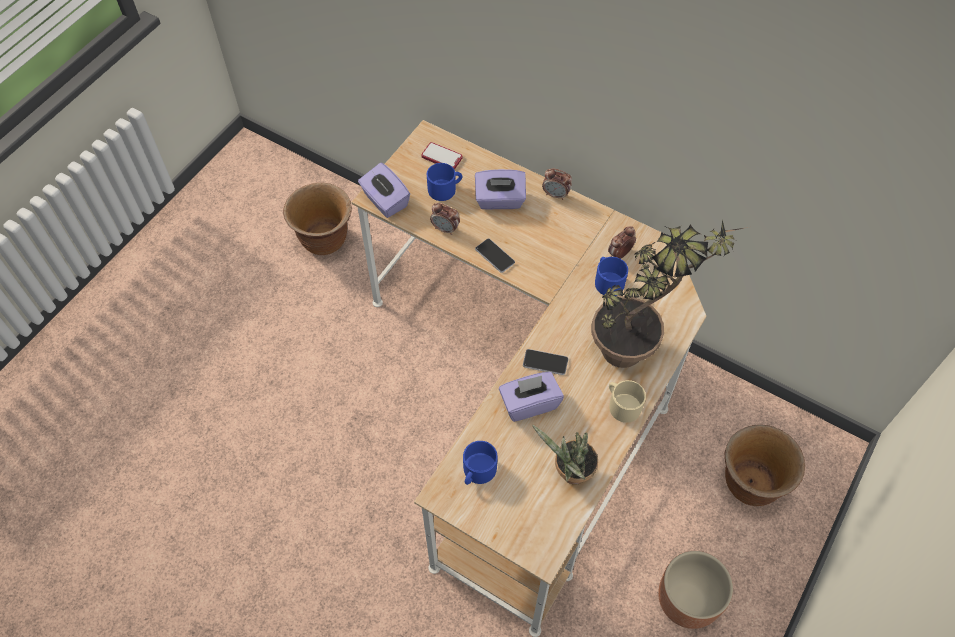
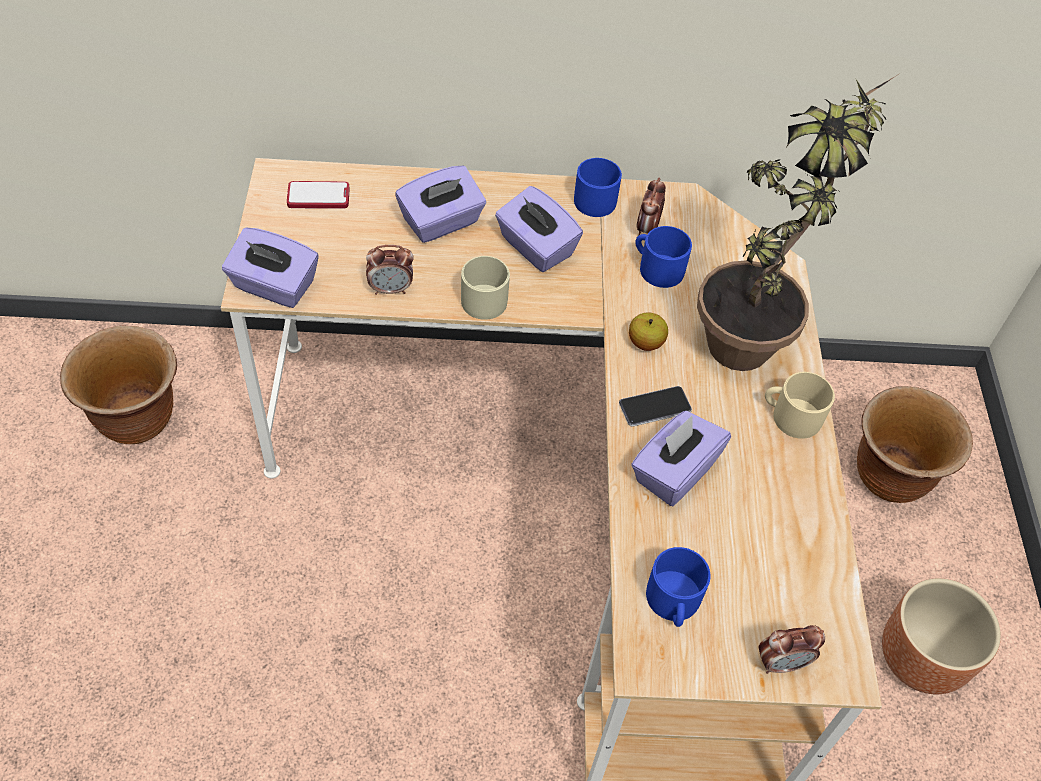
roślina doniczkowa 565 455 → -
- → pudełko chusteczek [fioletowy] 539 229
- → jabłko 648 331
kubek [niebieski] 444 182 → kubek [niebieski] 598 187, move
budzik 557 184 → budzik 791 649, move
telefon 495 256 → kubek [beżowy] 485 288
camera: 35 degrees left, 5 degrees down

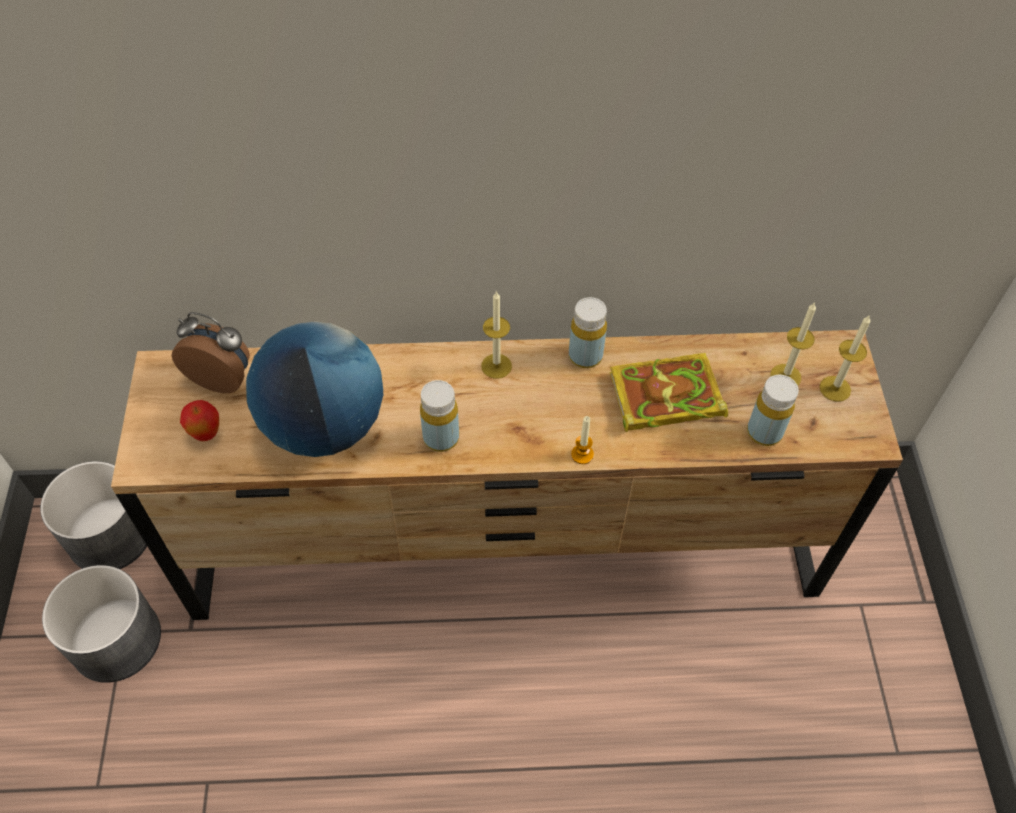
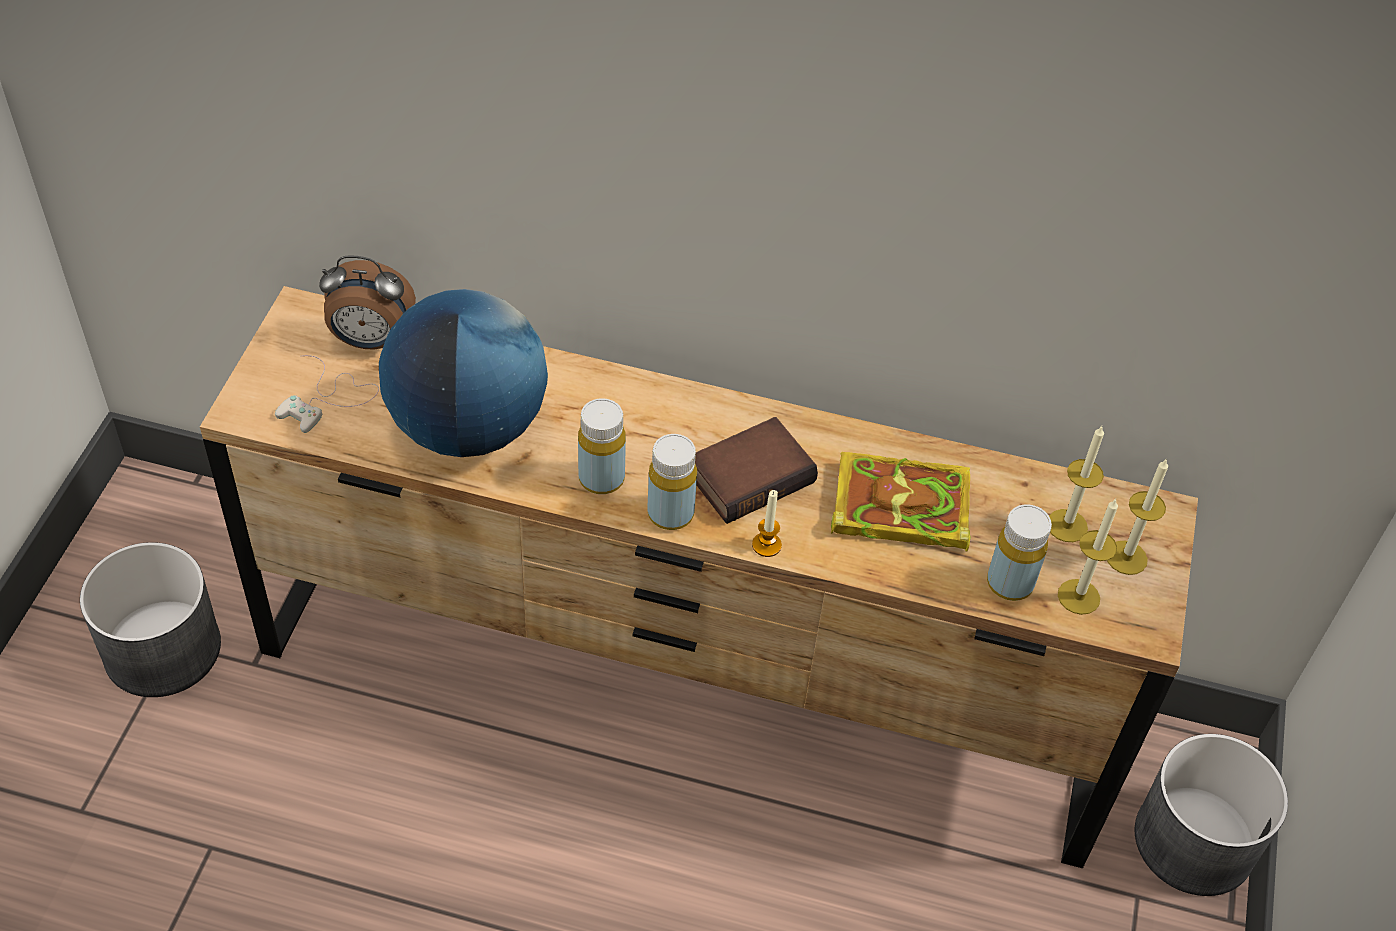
- → książka 756 470
donica [szary] 93 515 → donica [szary] 1211 815, move
świeca 496 335 → świeca 1088 557, move
butelka [żółty] 588 332 → butelka [żółty] 672 482, move
jabłko 199 420 → pad do gier [biały] 327 394
budzik 210 352 → budzik 367 302, 150 degrees clockwise
camera: 15 degrees right, 5 degrees down

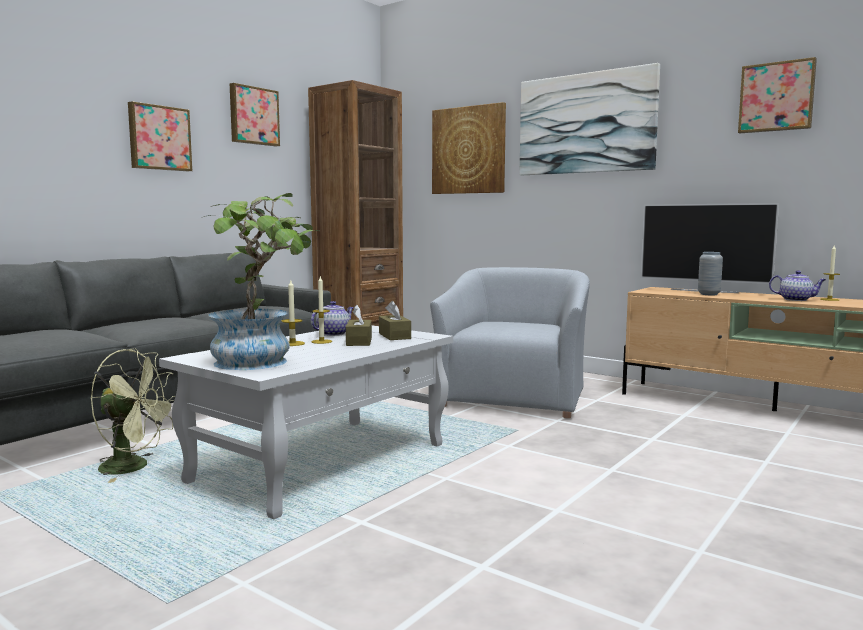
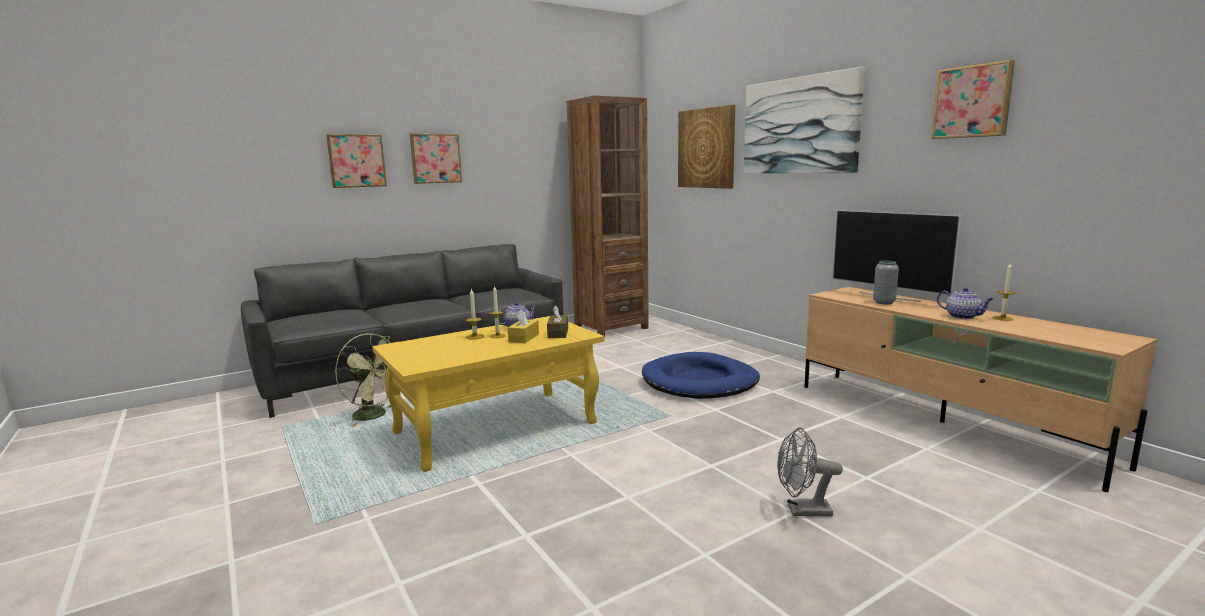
roślina doniczkowa 260 281 → -
- → wentylator [szary] 810 472
obraz 255 114 → obraz 356 161, move
fotel [szary] 510 342 → legowisko [niebieski] 701 375
ława [biały] 306 422 → ława [żółty] 488 394
pudełko chusteczek [brązowy] 359 325 → pudełko chusteczek [żółty] 523 326
camera: 20 degrees right, 5 degrees up

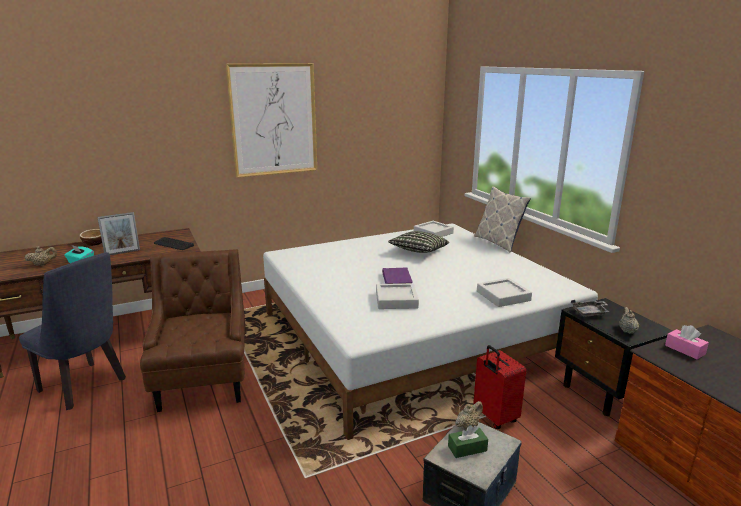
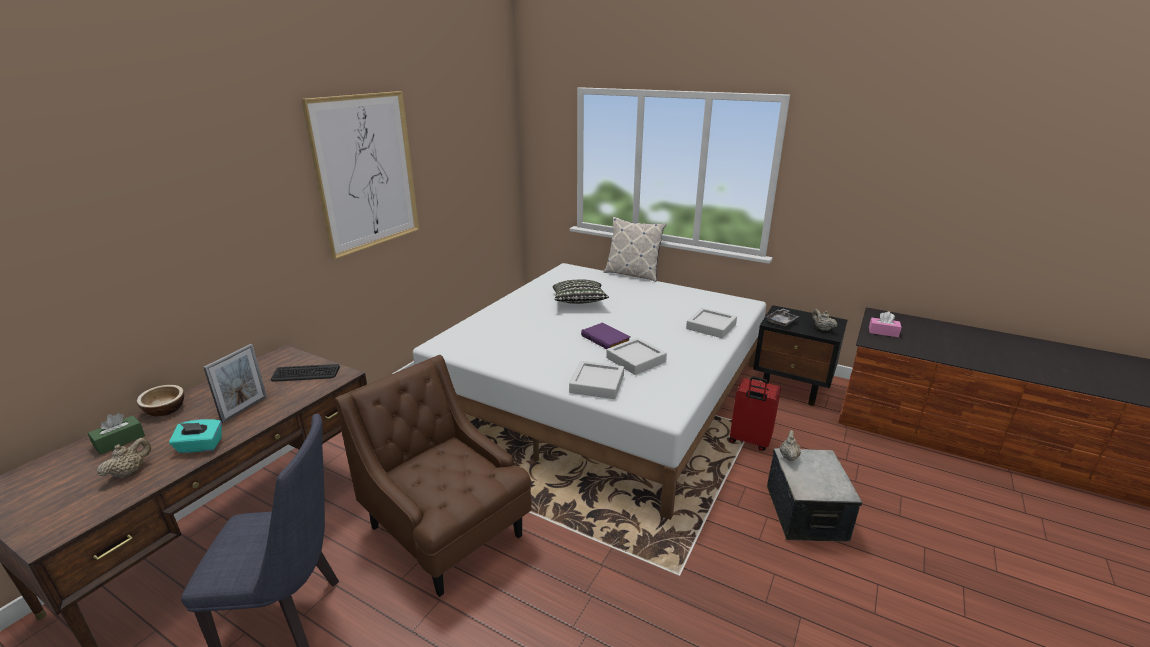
taca [szary] 434 229 → taca [szary] 596 380, move
pudełko chusteczek [zielony] 468 441 → pudełko chusteczek [zielony] 116 434, move
camera: 35 degrees left, 5 degrees up

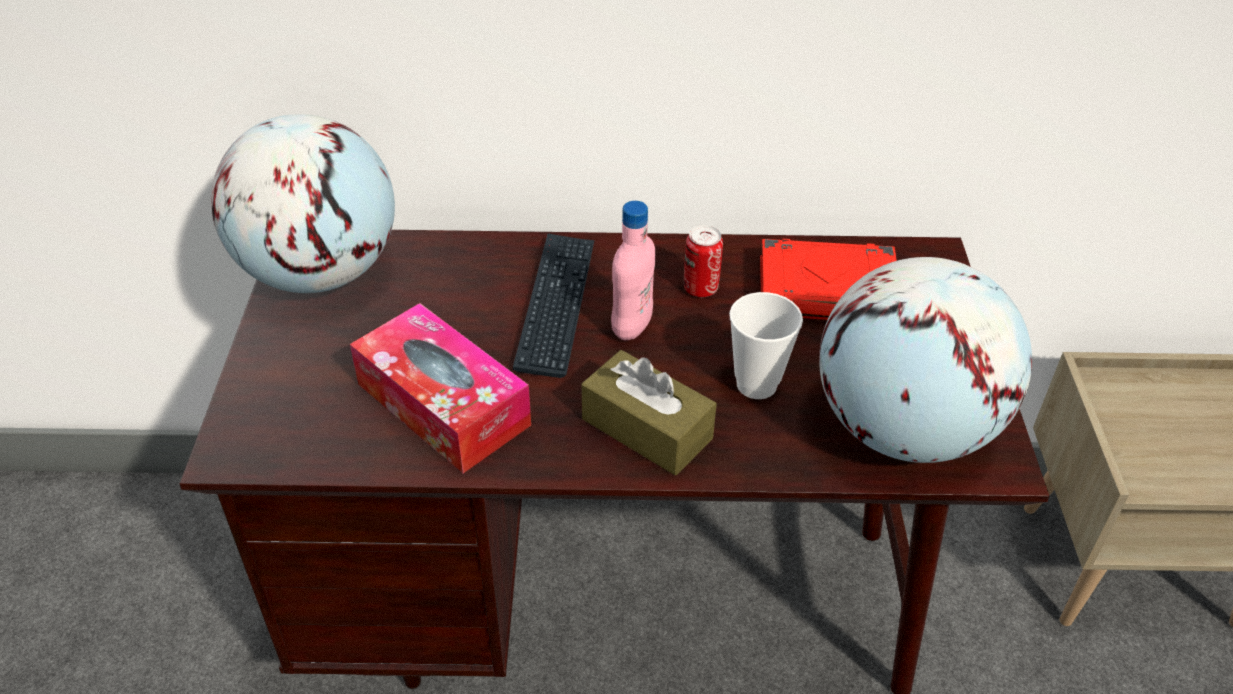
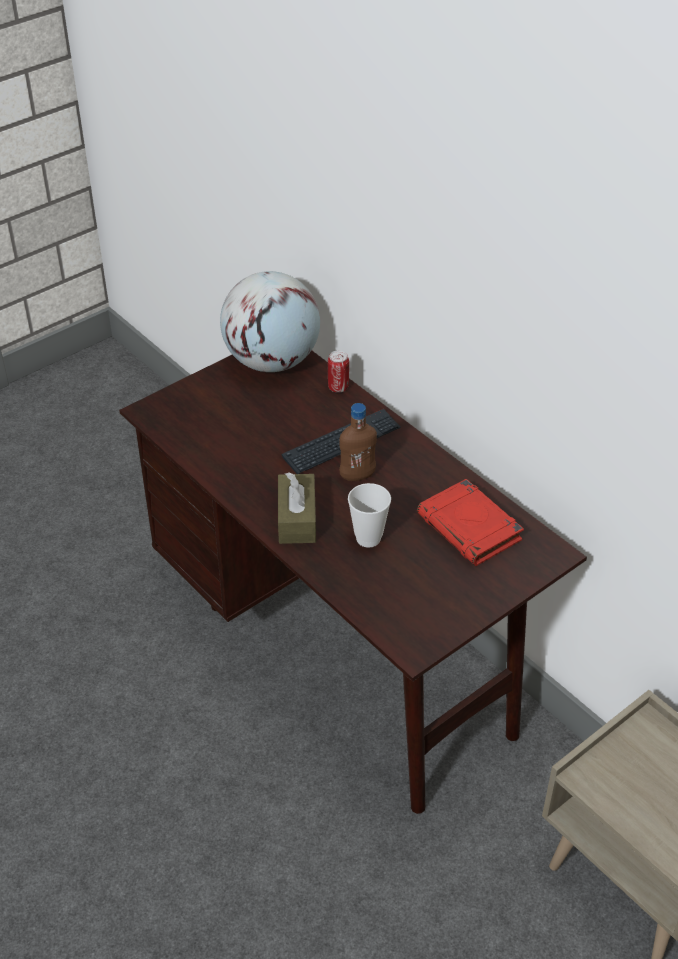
pudełko chusteczek 440 388 → -
globus 925 360 → -
puszka 703 261 → puszka 338 371, move
butelka [różowy] 633 270 → butelka [brązowy] 358 442
camera: 50 degrees right, 0 degrees up

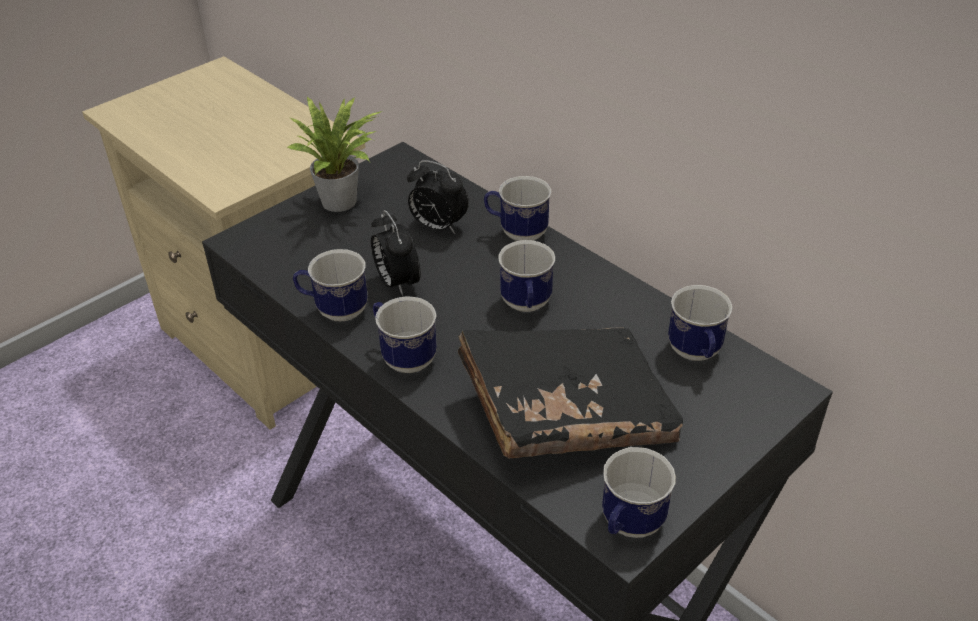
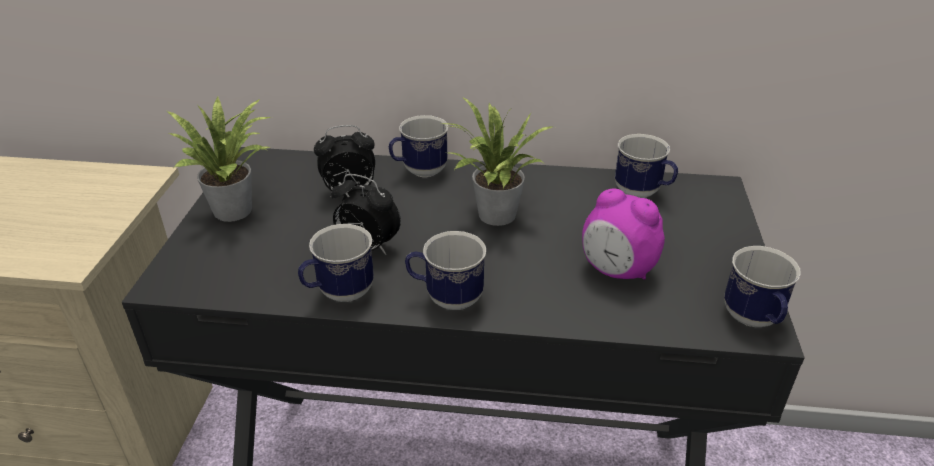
książka [czarny] 570 393 → budzik 623 234
kubek 526 276 → roślina doniczkowa 497 161
camera: 40 degrees left, 5 degrees down

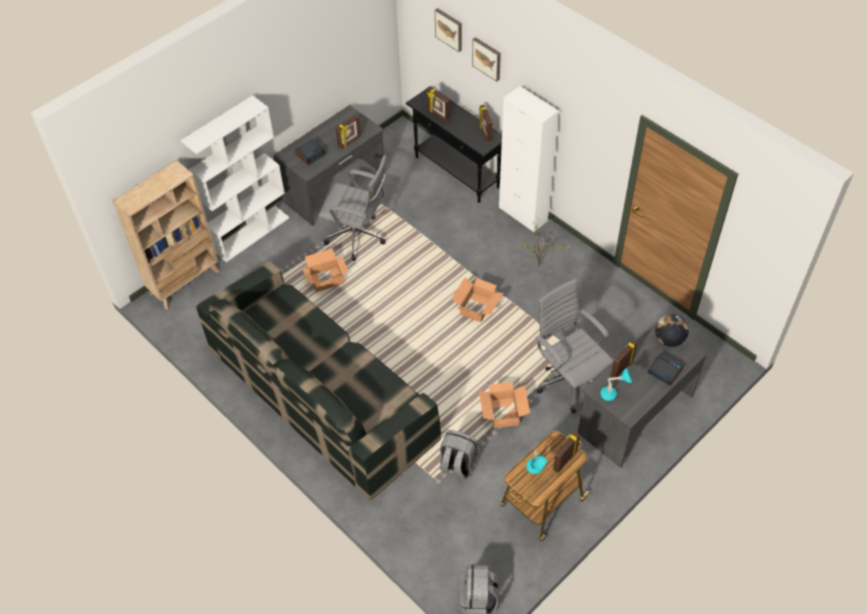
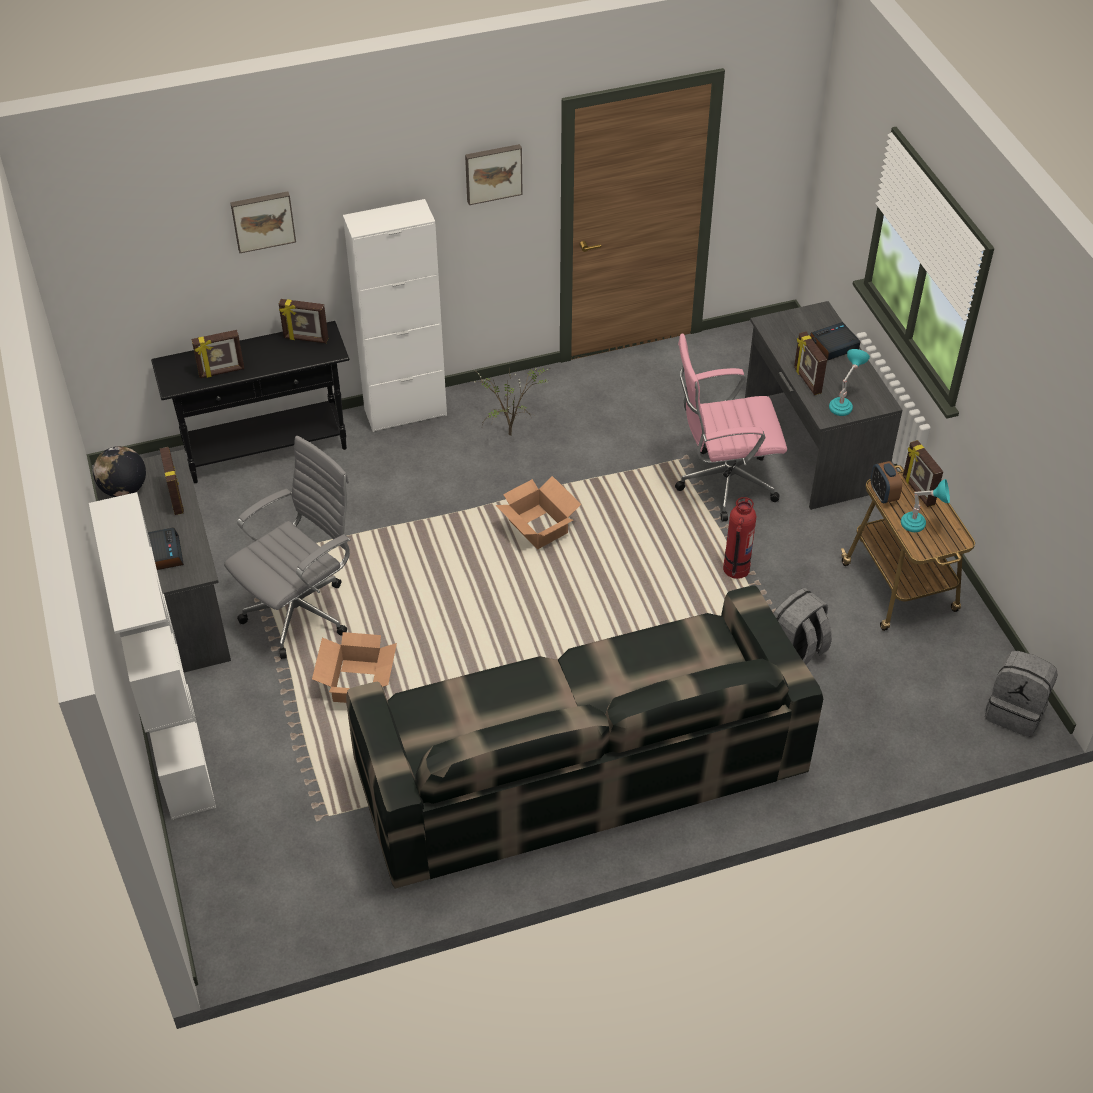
regał [beżowy] 166 234 → -
- → budzik 886 482
obraz 448 30 → obraz 494 174, move
globus 672 330 → globus 119 471, move
karton 504 405 → gaśnica 739 538
krzesło biurowe [szary] 575 346 → krzesło biurowe [różowy] 731 428
camera: 65 degrees left, 5 degrees down

